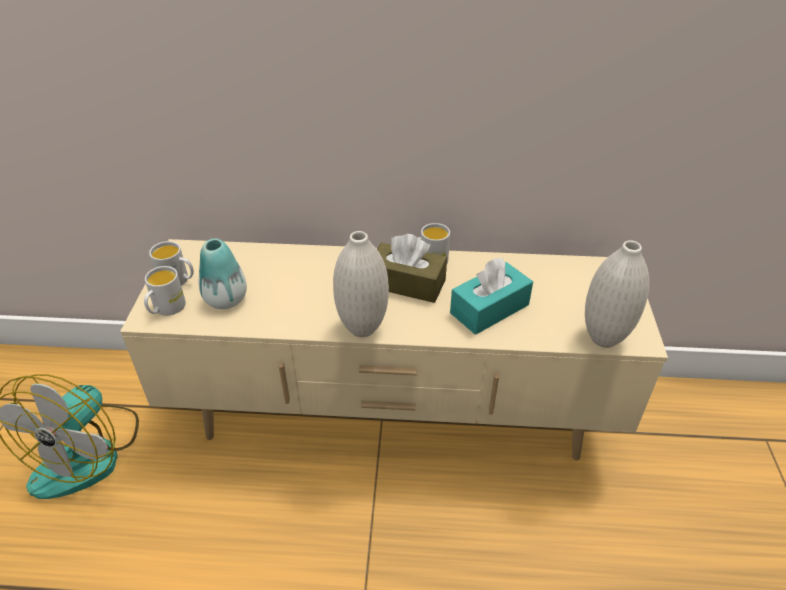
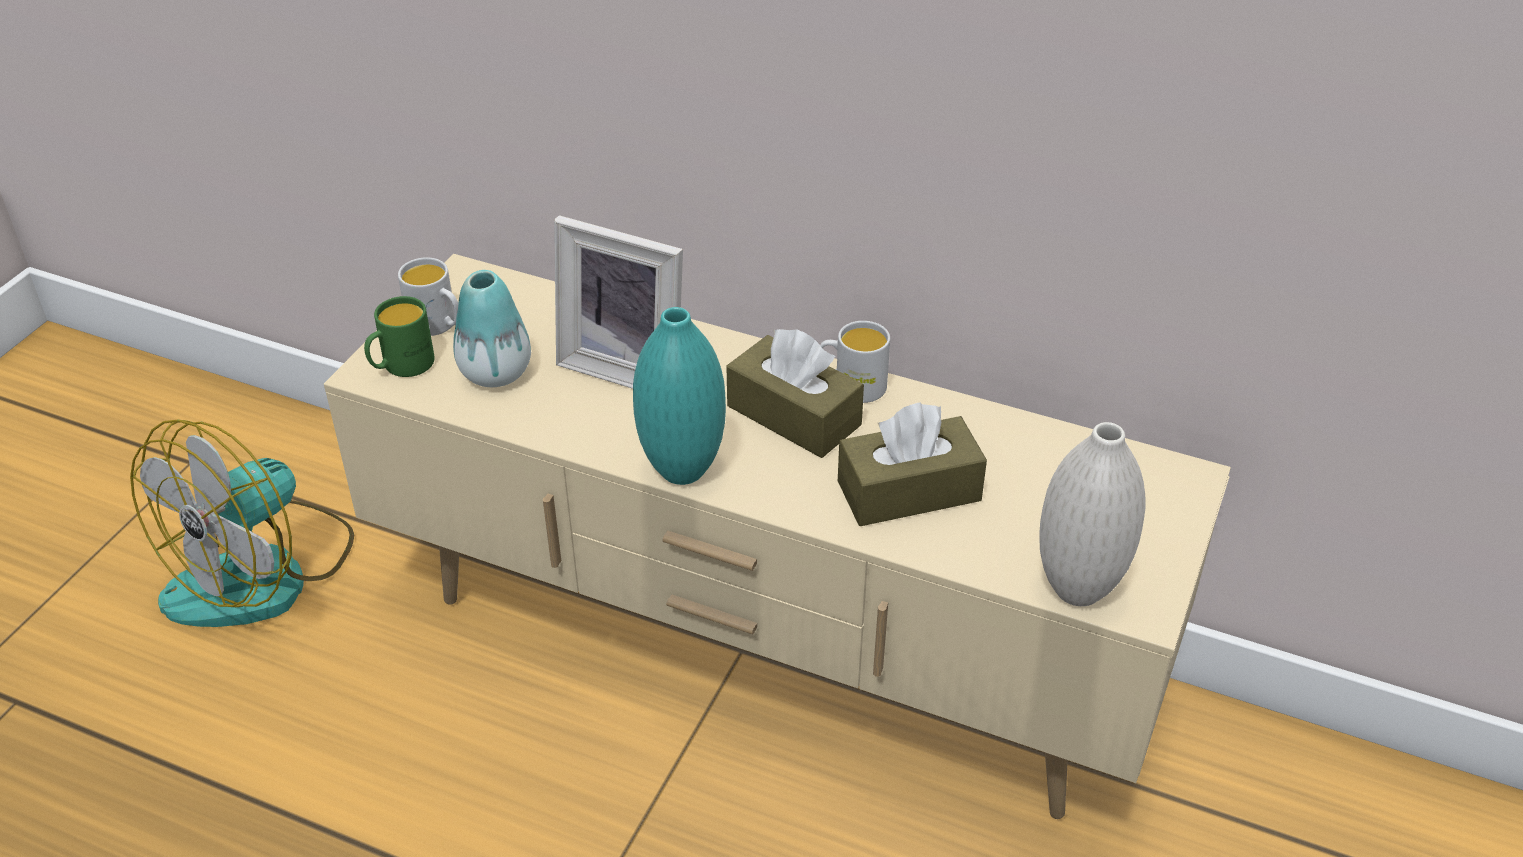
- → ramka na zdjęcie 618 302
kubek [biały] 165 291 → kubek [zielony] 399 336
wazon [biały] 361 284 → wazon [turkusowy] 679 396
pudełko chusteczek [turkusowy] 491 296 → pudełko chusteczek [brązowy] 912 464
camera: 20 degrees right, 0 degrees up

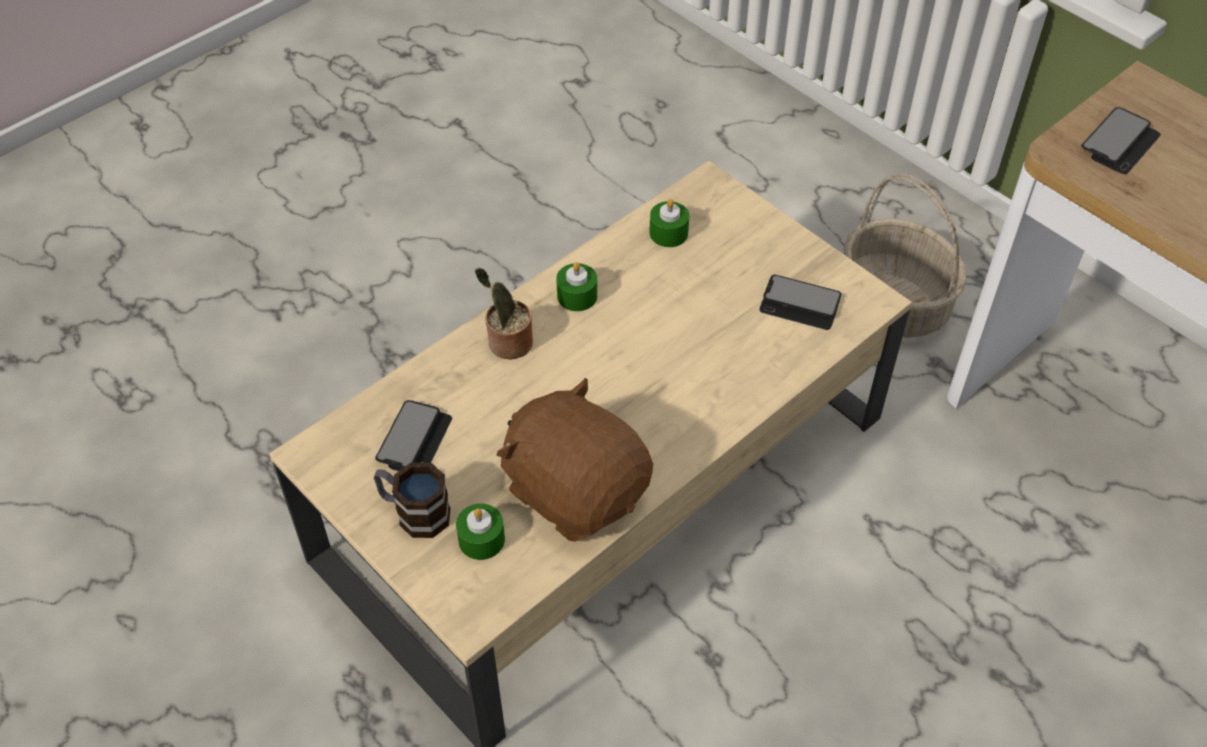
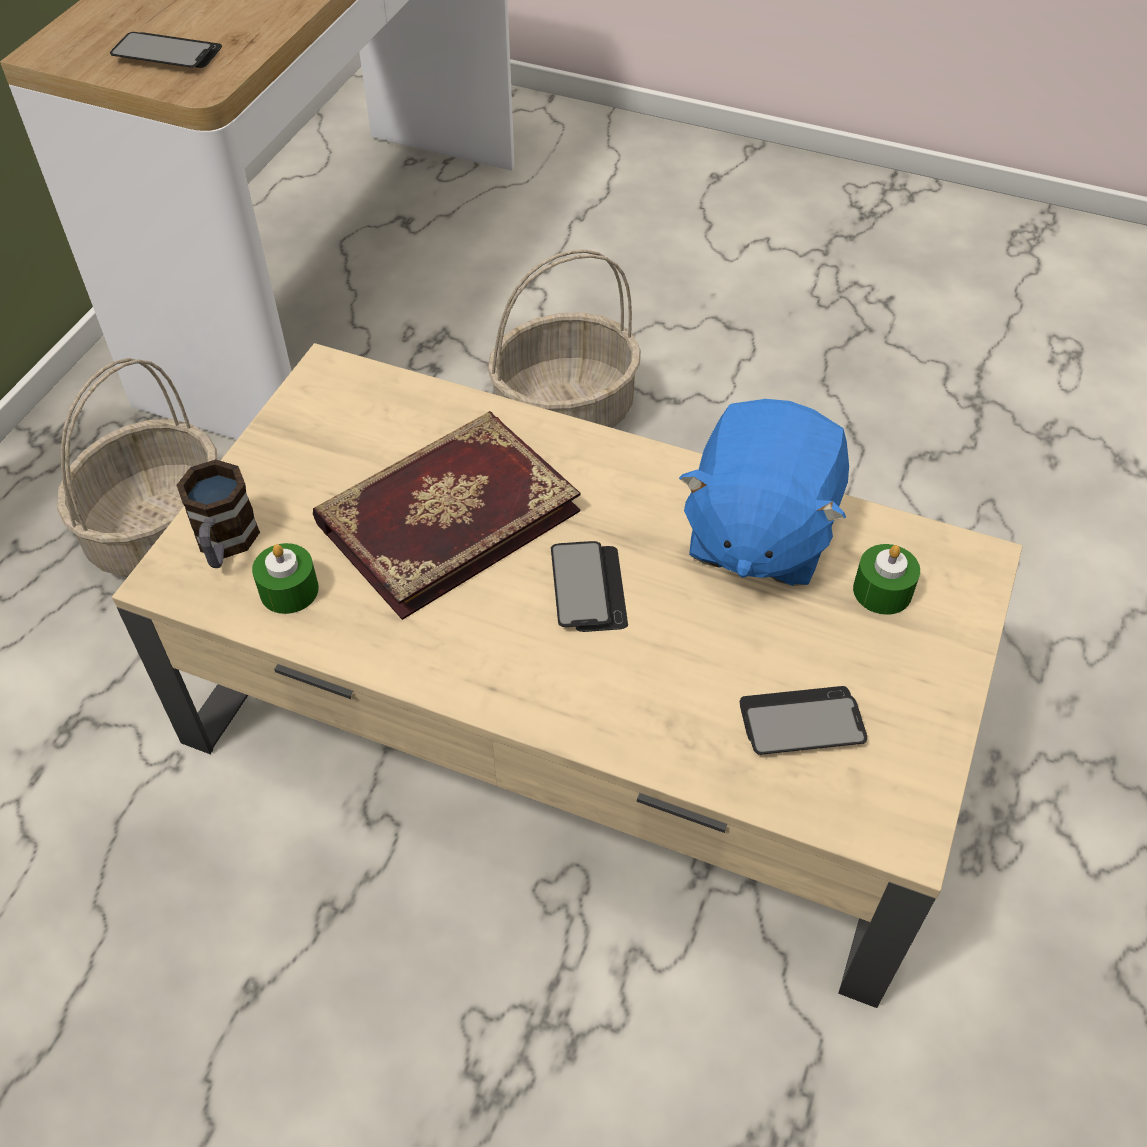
roślina doniczkowa 504 313 → -
świeca [zielony] 576 286 → -
- → książka 446 515
- → koszyk 564 338
kubek 412 500 → kubek 218 513, move
telefon 800 302 → telefon 589 586, move
pluszak [brązowy] 574 460 → pluszak [niebieski] 764 492
camera: 115 degrees left, 0 degrees up

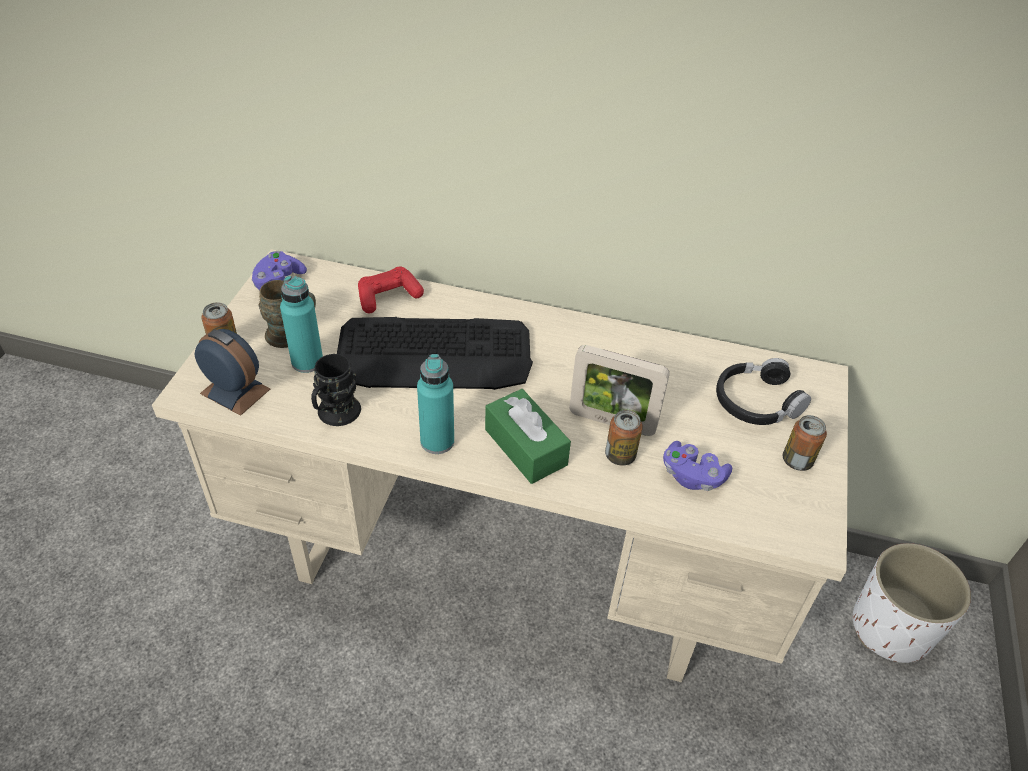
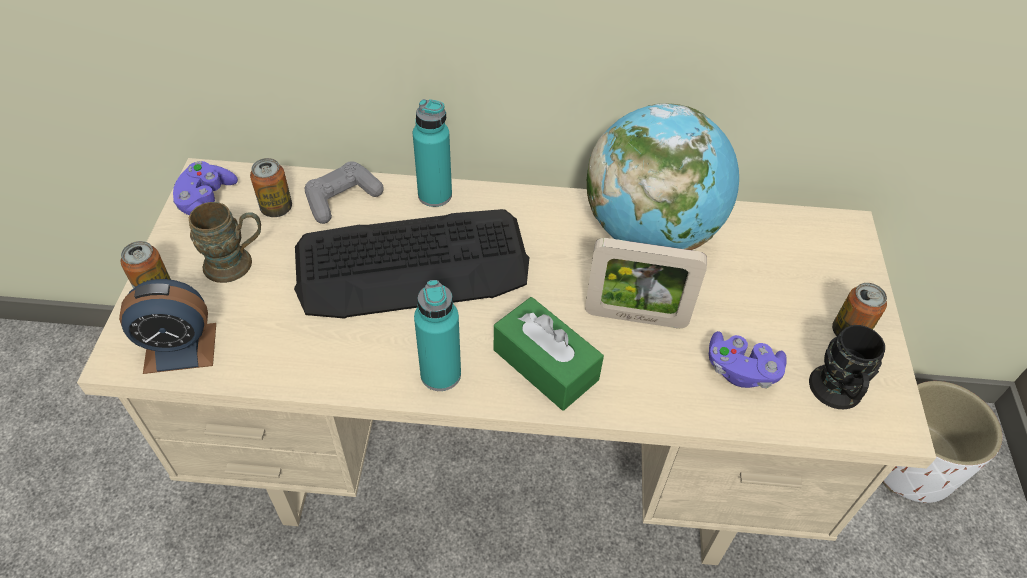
słuchawki [czarny] 763 391 → -
- → globus 663 176
butelka [turkusowy] 301 324 → butelka [turkusowy] 432 153, move
kubek [czarny] 336 390 → kubek [czarny] 847 367, move
puszka 624 438 → puszka 271 187, move
pad do gier [czerwony] 391 290 → pad do gier [szary] 344 192
budzik 232 372 → budzik 167 326, 150 degrees clockwise
camera: 10 degrees left, 5 degrees up

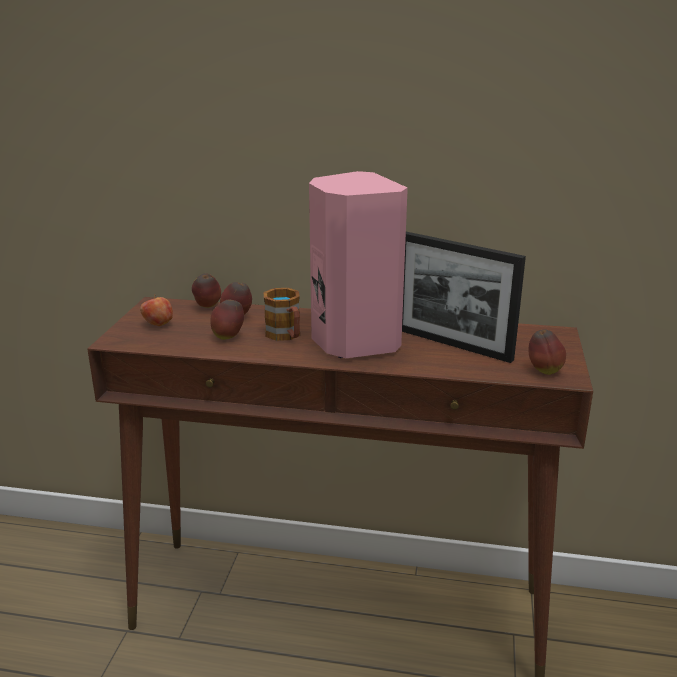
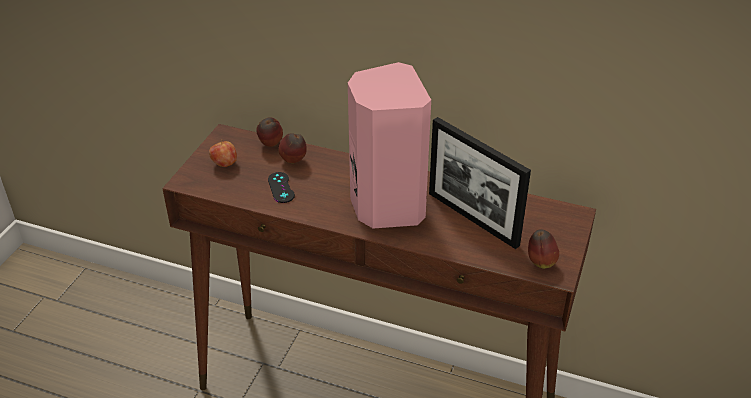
kubek 282 314 → -
jabłko 227 320 → pad do gier [czarny] 281 187
camera: 10 degrees right, 15 degrees up

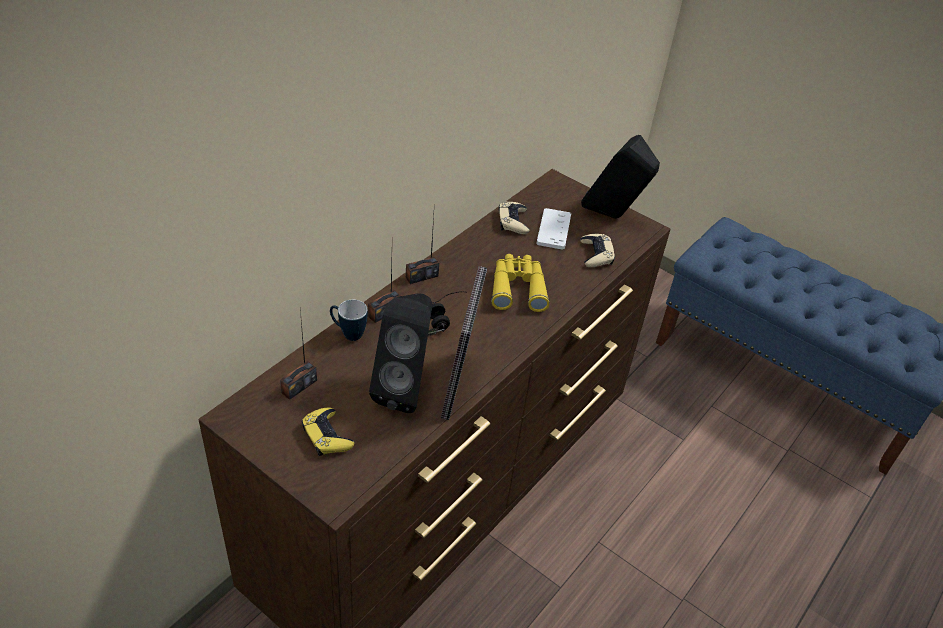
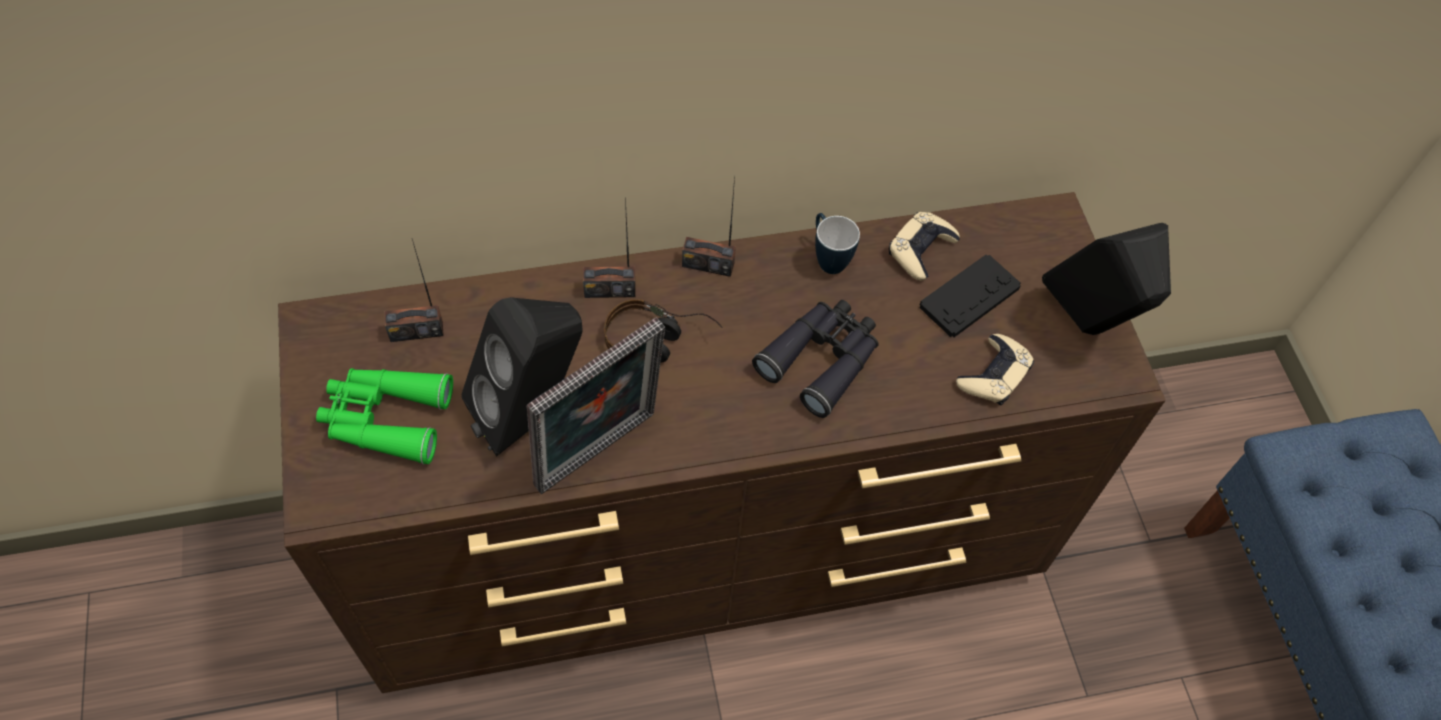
kubek 349 320 → kubek 837 243, move
pad do gier [żółty] 328 432 → lornetka [zielony] 384 416
lornetka [żółty] 520 283 → lornetka [czarny] 815 359
pad do gier [biały] 553 229 → pad do gier [czarny] 970 296
camera: 40 degrees right, 15 degrees up

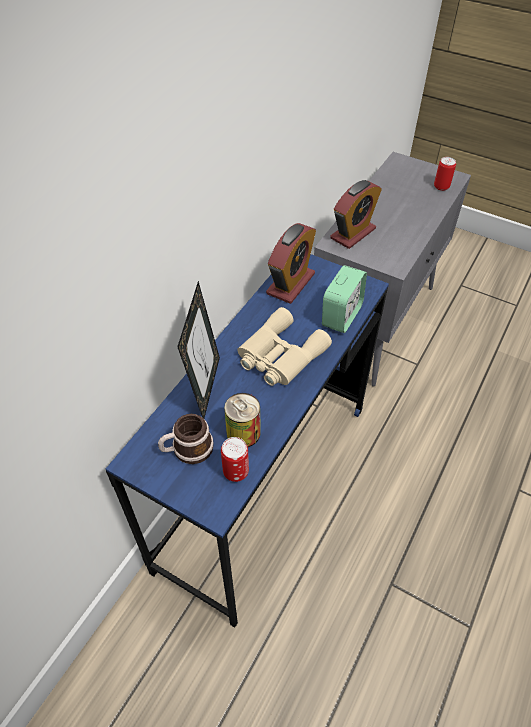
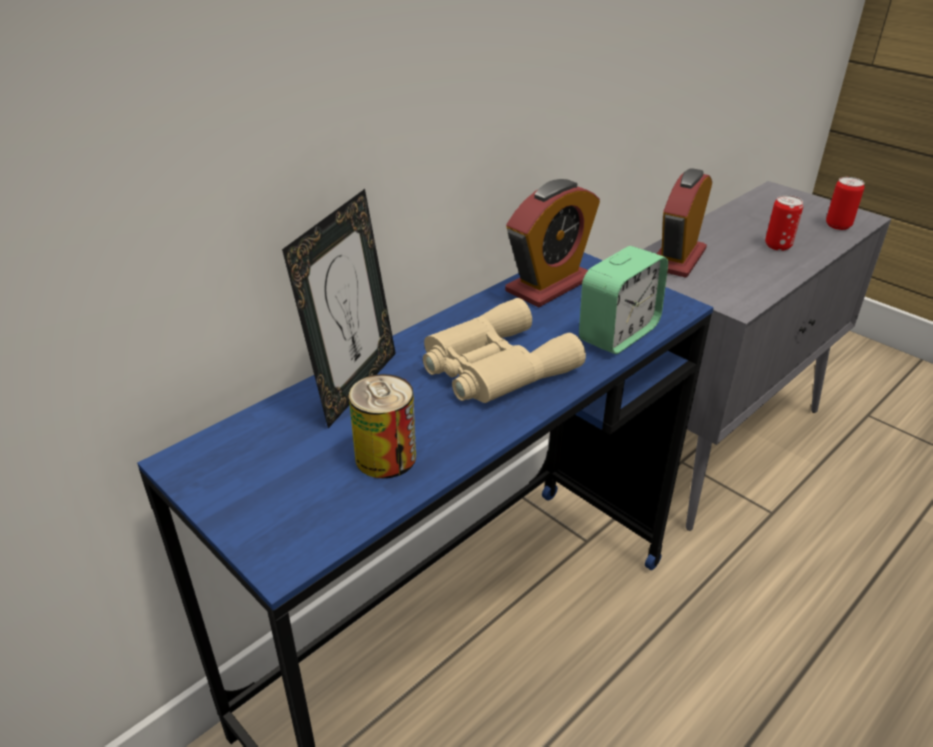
kubek 186 439 → -
puszka 235 459 → puszka 784 223, move
budzik 356 214 → budzik 684 223, 150 degrees clockwise
camera: 15 degrees right, 15 degrees down

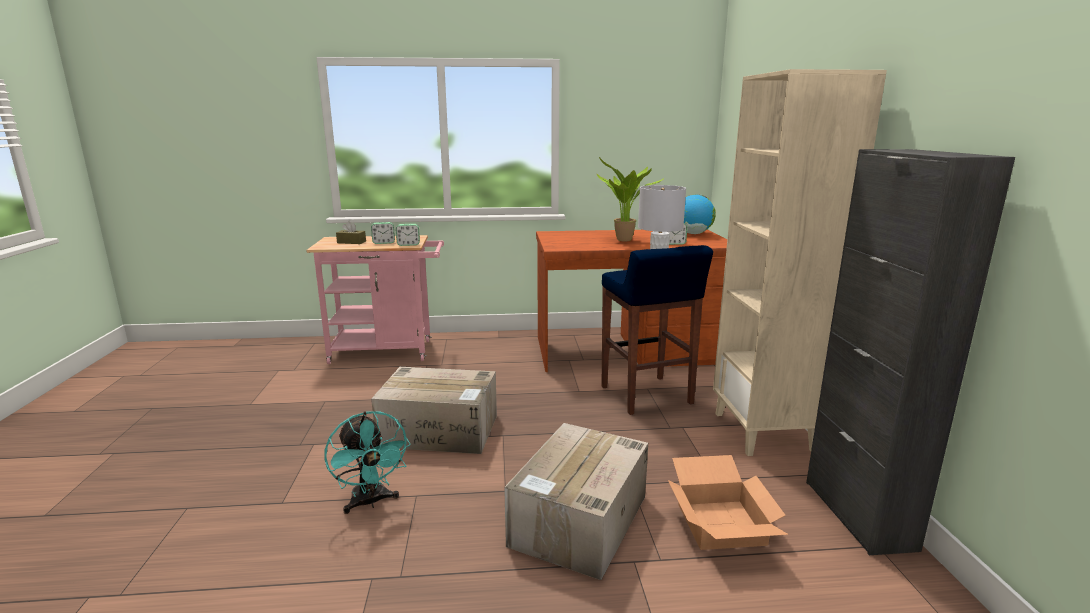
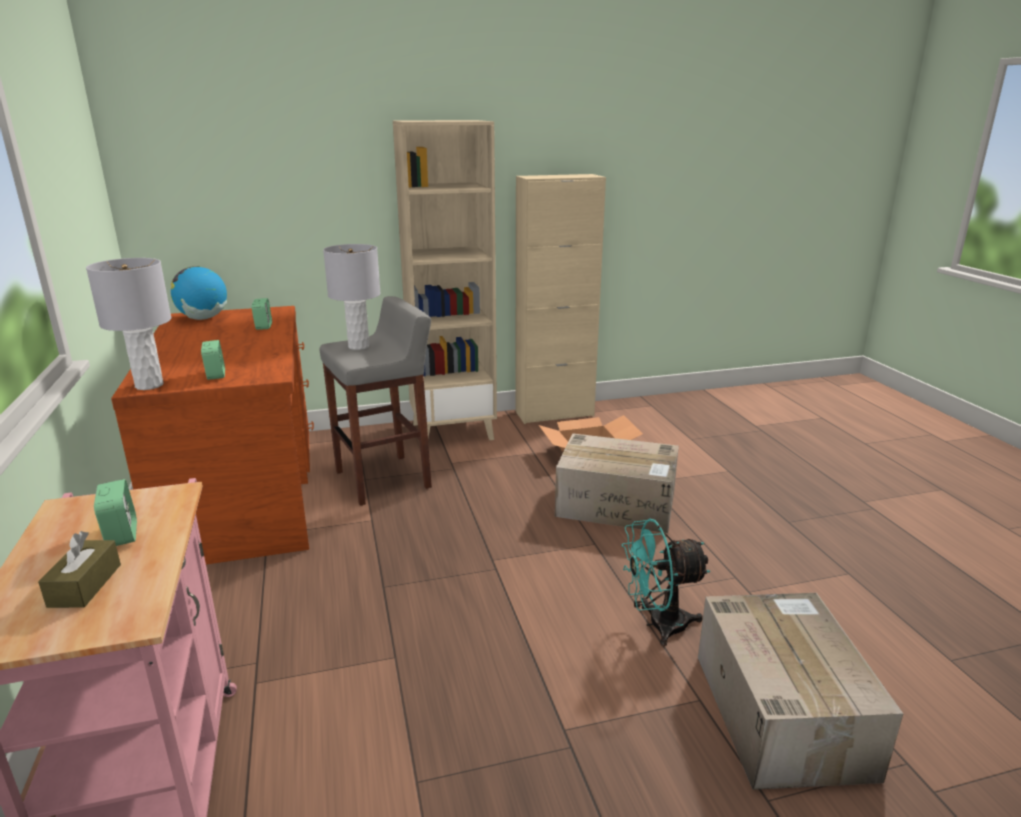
roślina doniczkowa 630 199 → -
- → lampa stołowa [szary] 128 324
karton 434 410 → karton 800 691, move
budzik 408 235 → budzik 213 360, move
stołek [niebieski] 657 330 → stołek [szary] 376 401
szafka [czarny] 910 352 → szafka [beżowy] 560 299
wentylator [turkusowy] 367 462 → wentylator [turkusowy] 666 582, 150 degrees counterclockwise
camera: 100 degrees left, 5 degrees up

